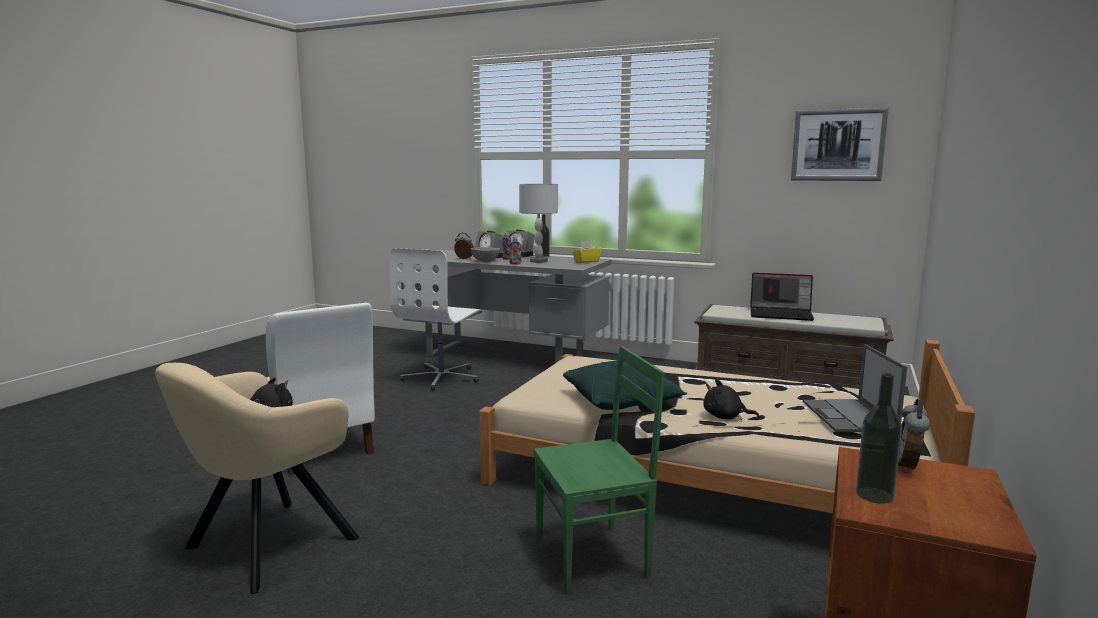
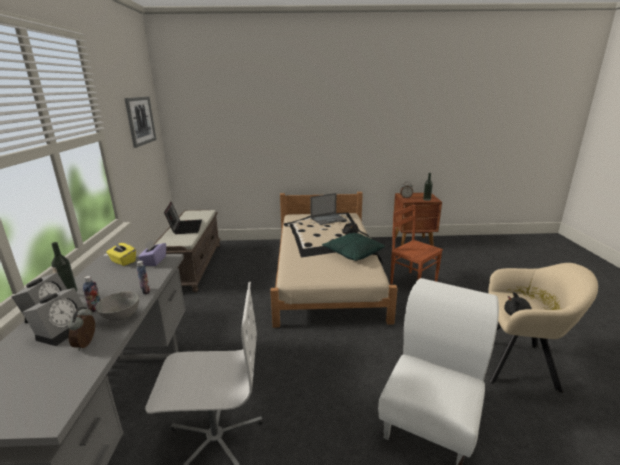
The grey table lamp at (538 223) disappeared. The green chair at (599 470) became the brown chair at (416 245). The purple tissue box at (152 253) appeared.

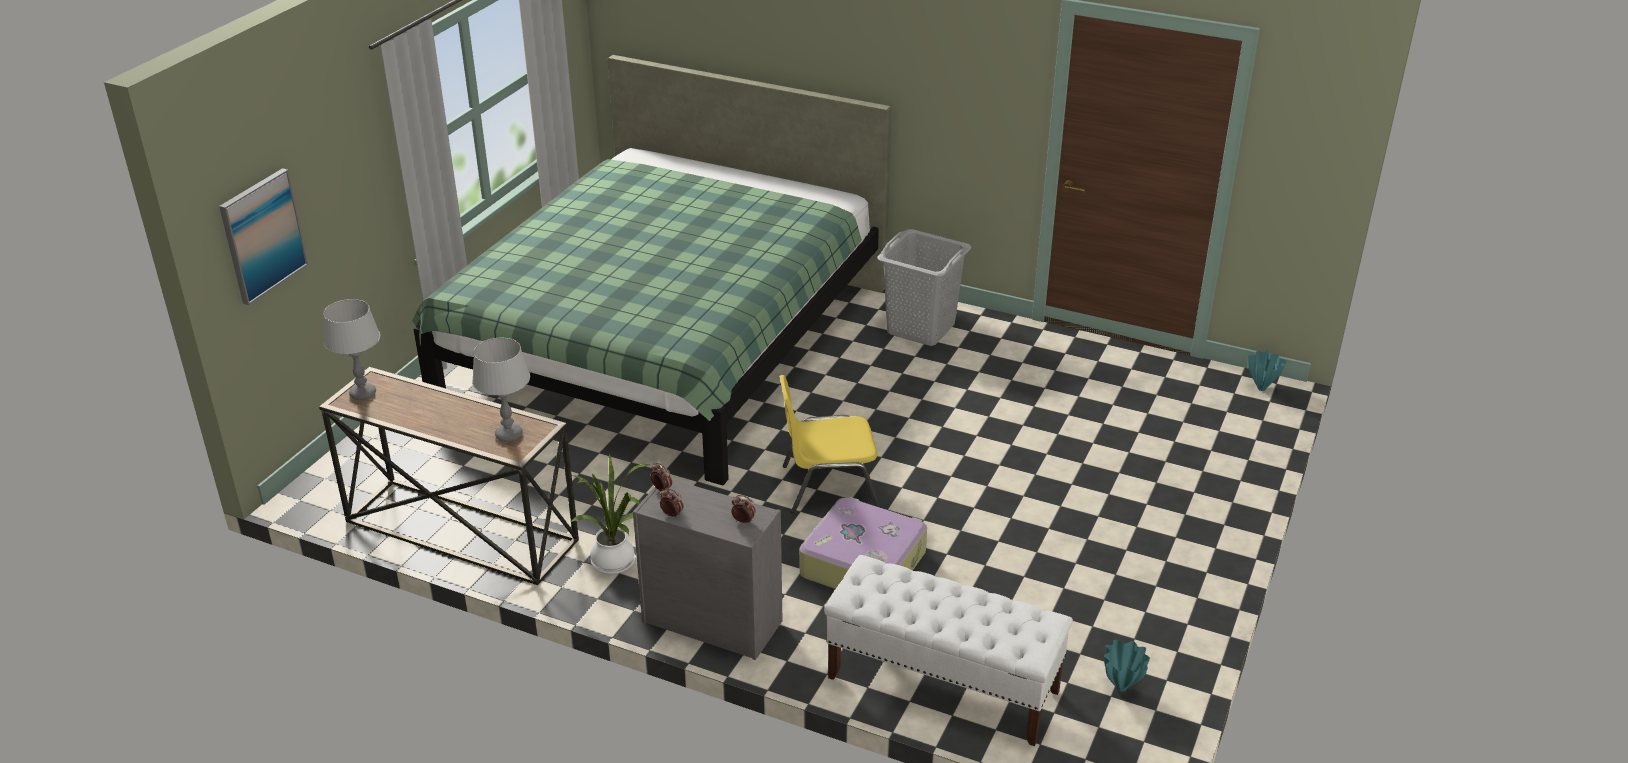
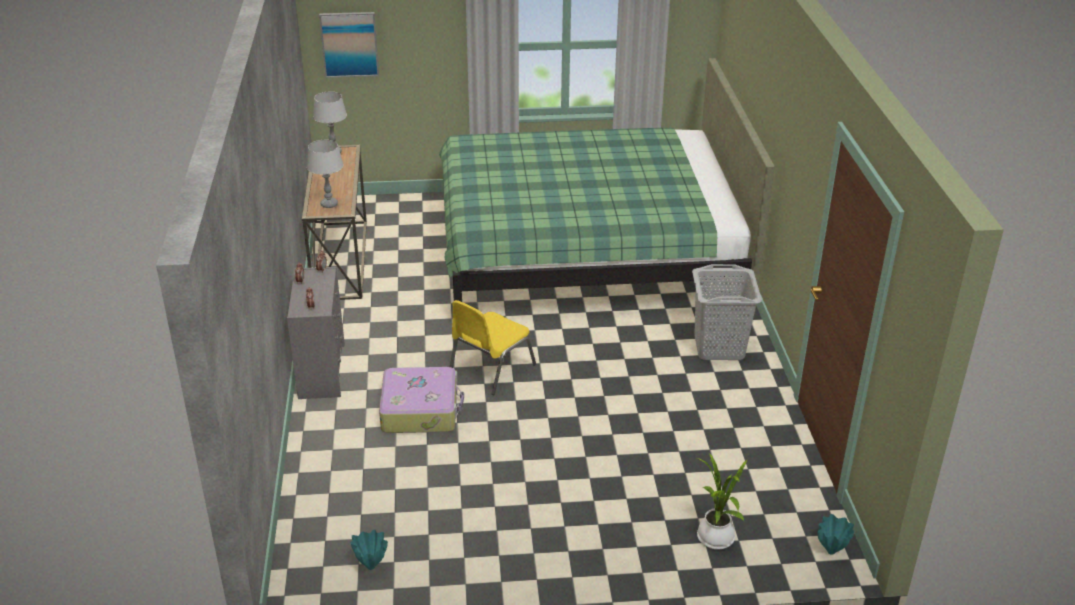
The yellow chair at (829 444) turned 105 degrees counterclockwise. The potted plant moved from (610 514) to (722 501). The white bench at (948 650) disappeared.

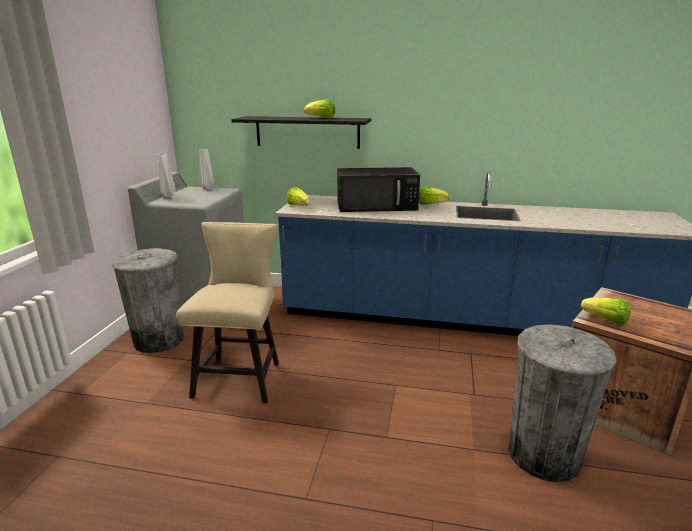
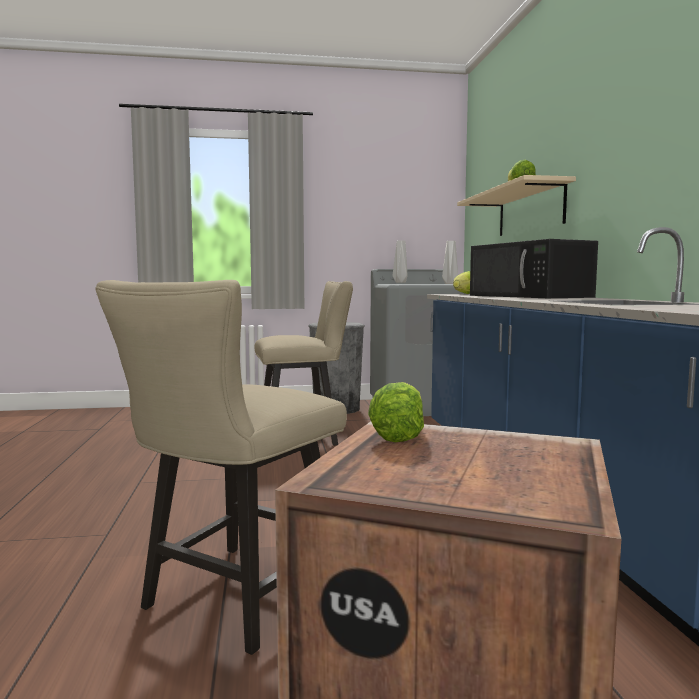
The black shelf at (301 132) became the beige shelf at (516 205). The lettuce at (434 196) disappeared. The grey trash can at (562 403) was replaced by the beige chair at (221 467).

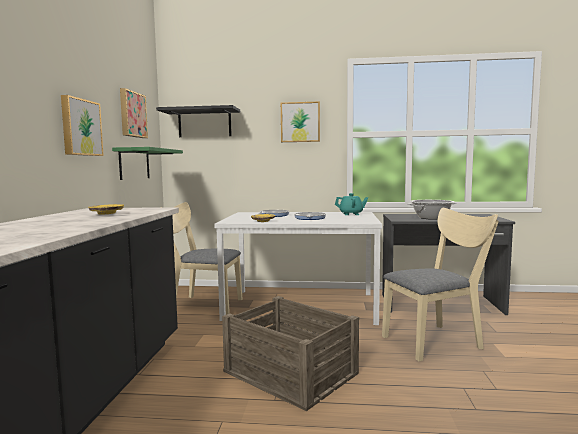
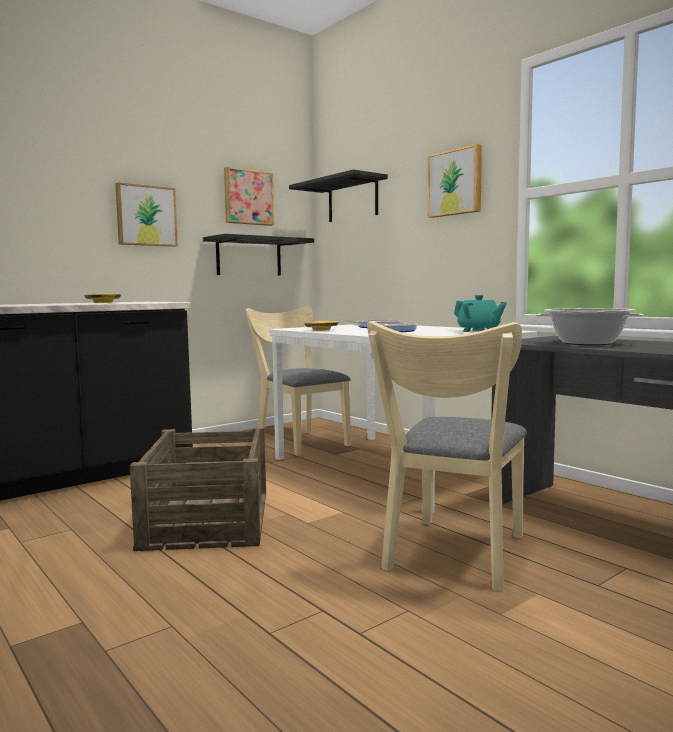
The green shelf at (147 163) became the black shelf at (258 254). The beige chair at (440 284) turned 90 degrees clockwise.

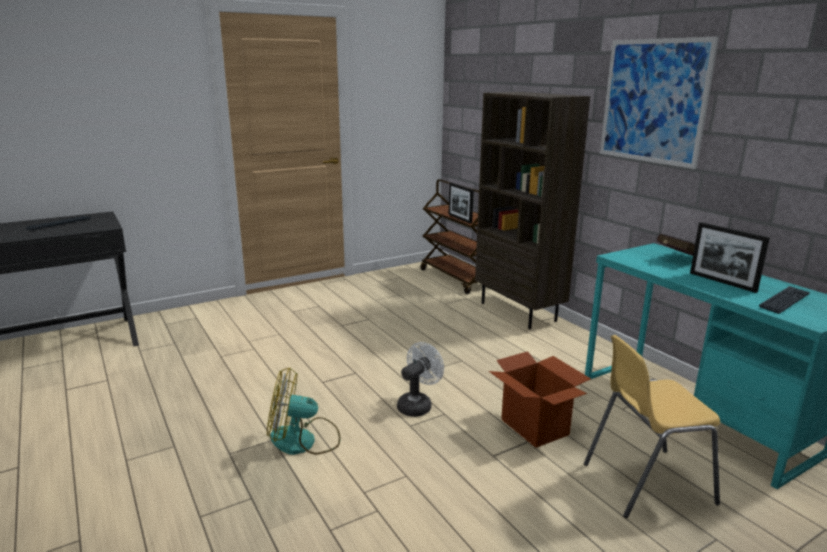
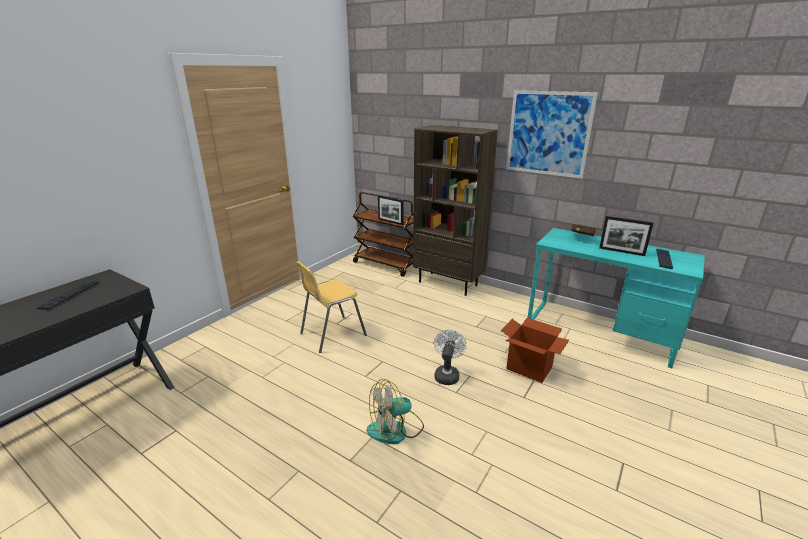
The yellow chair moved from (652 426) to (331 307).

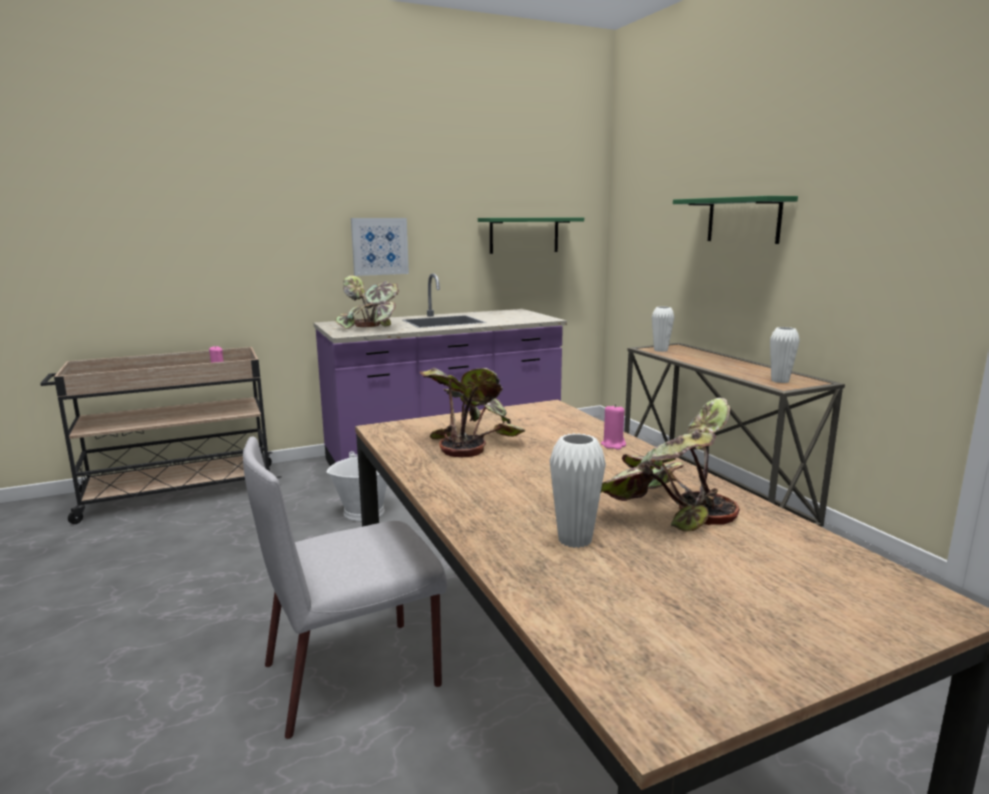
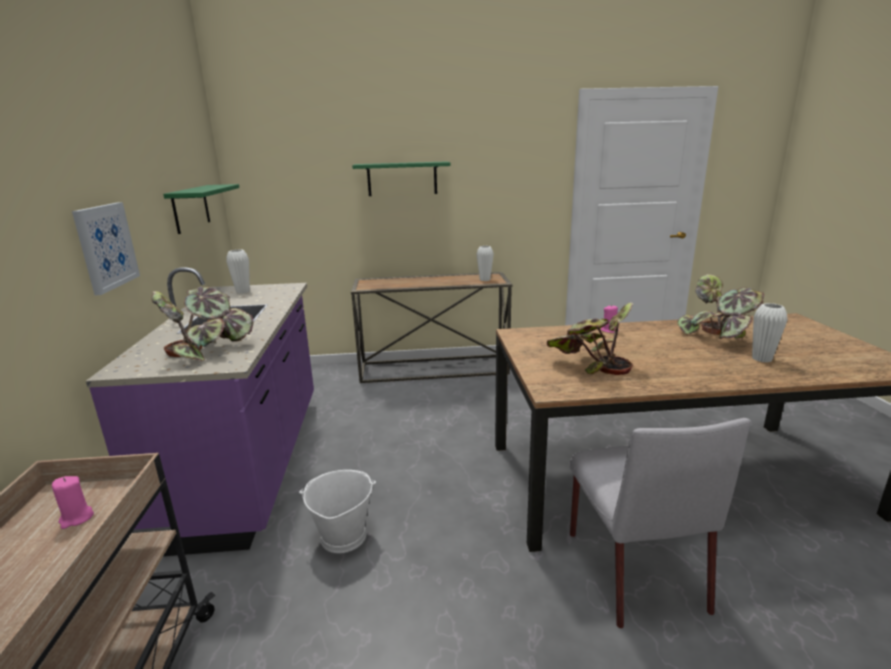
The white vase moved from (663 329) to (238 271).

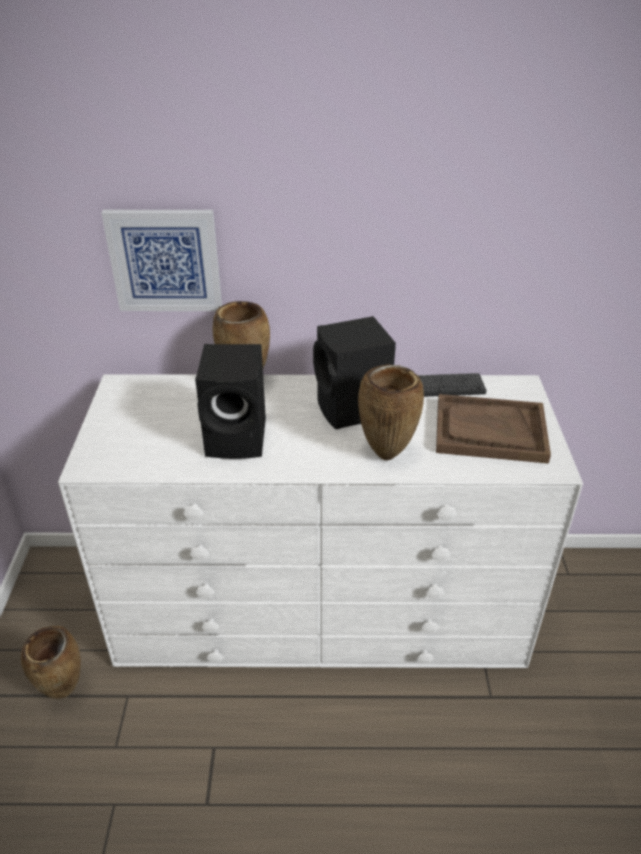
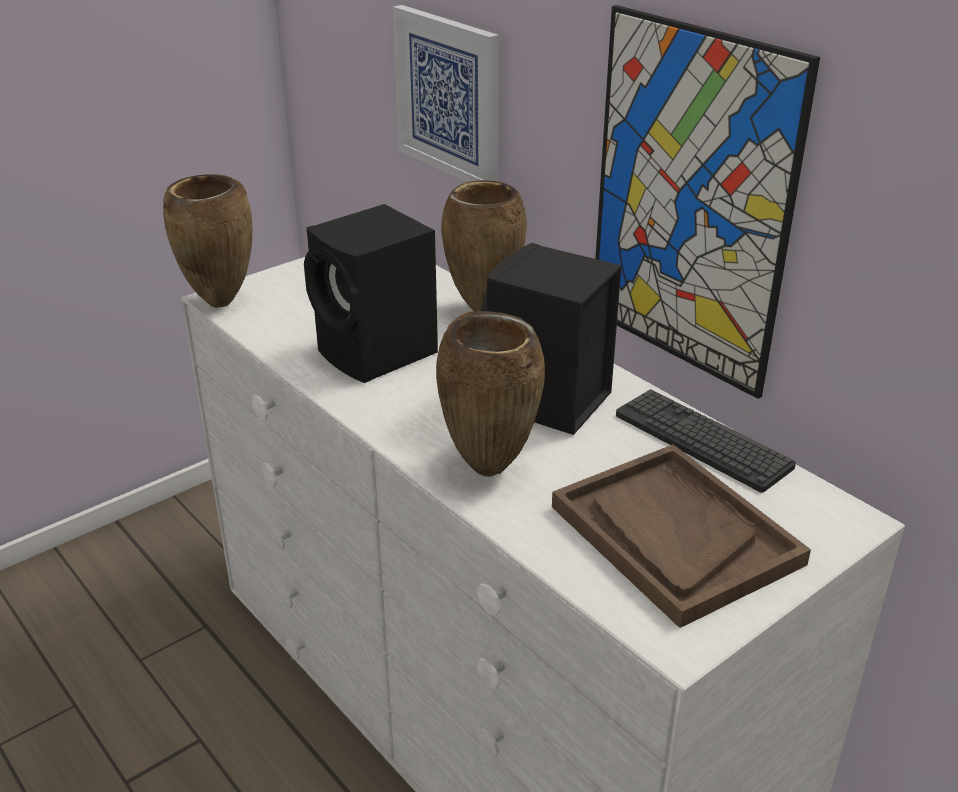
The brown vase moved from (51 662) to (207 241). The picture at (707 202) appeared.

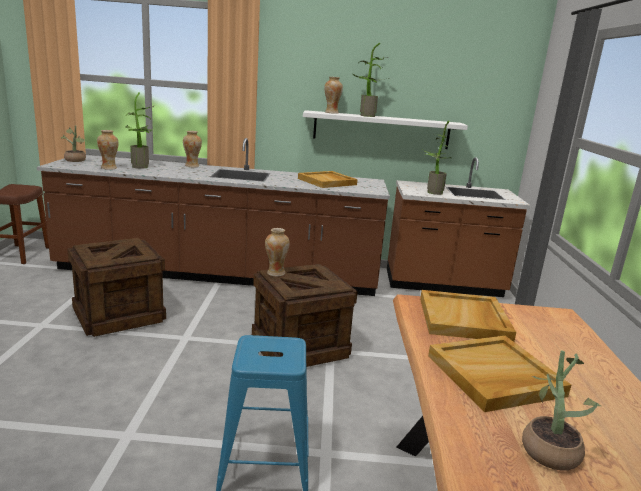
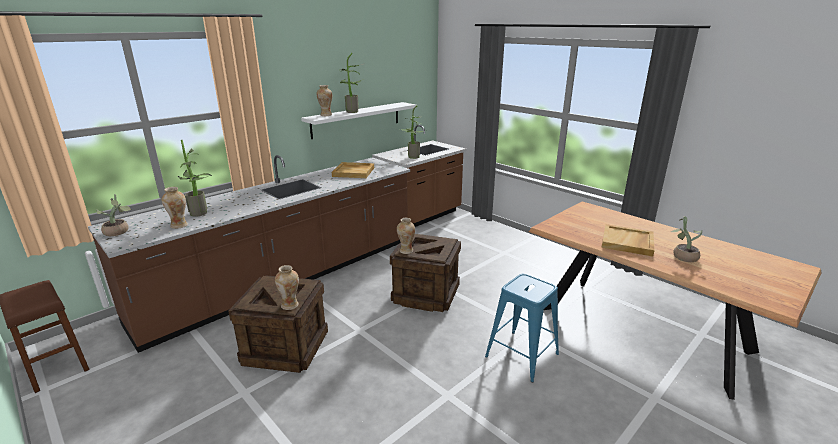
The vase moved from (192 149) to (287 287). The beige tray at (468 316) disappeared.

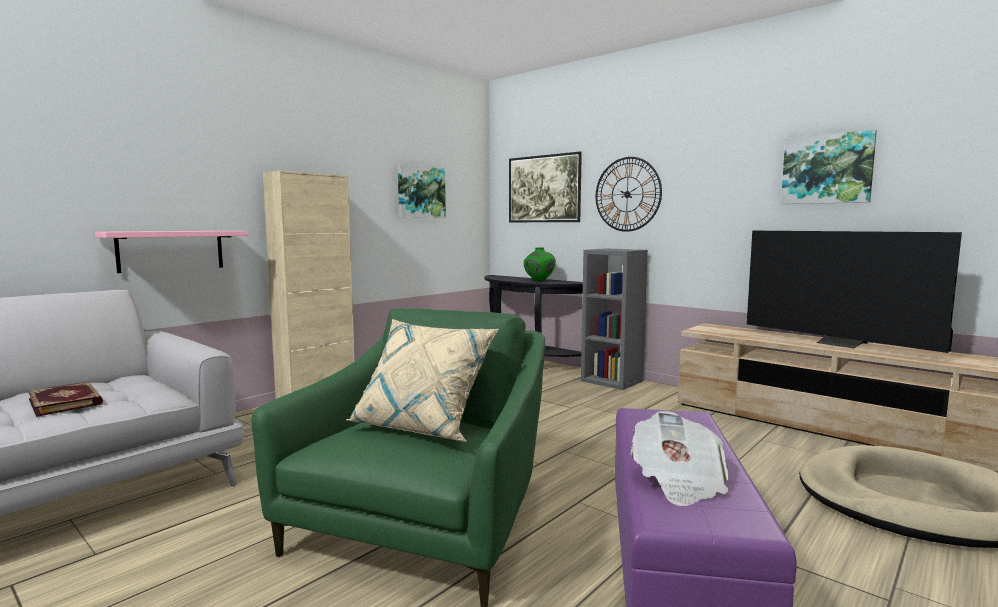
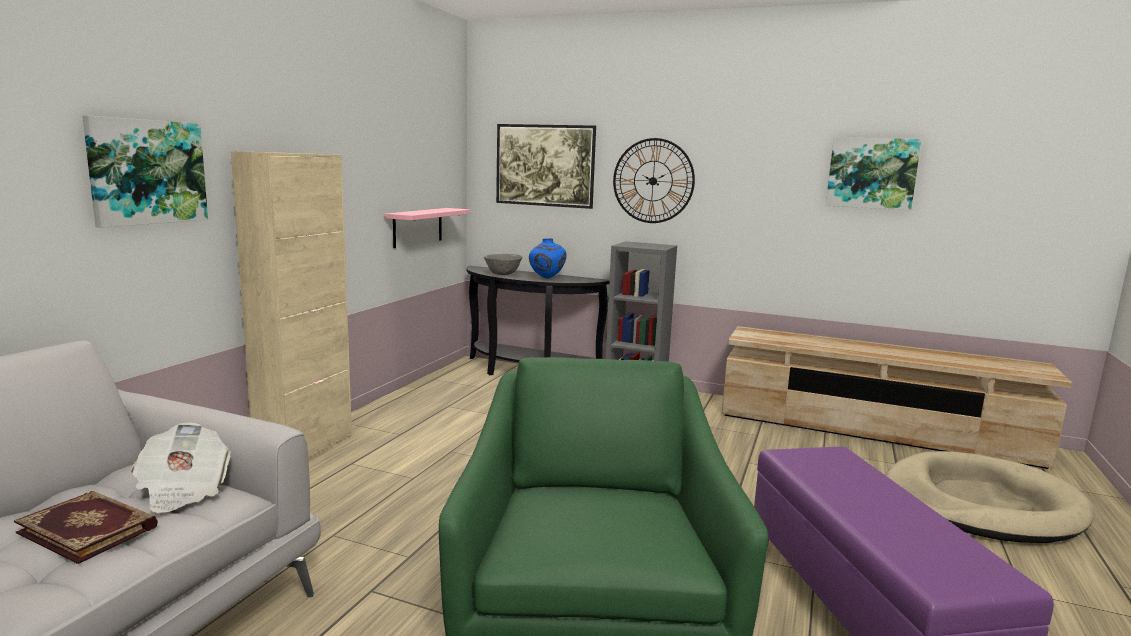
The picture moved from (422 191) to (145 171). The pink shelf moved from (171 252) to (428 228). The television at (854 292) disappeared. The green vase at (540 264) became the blue vase at (548 258). The beige pillow at (422 380) disappeared. The newspaper moved from (679 458) to (181 467). The grey bowl at (503 264) appeared.

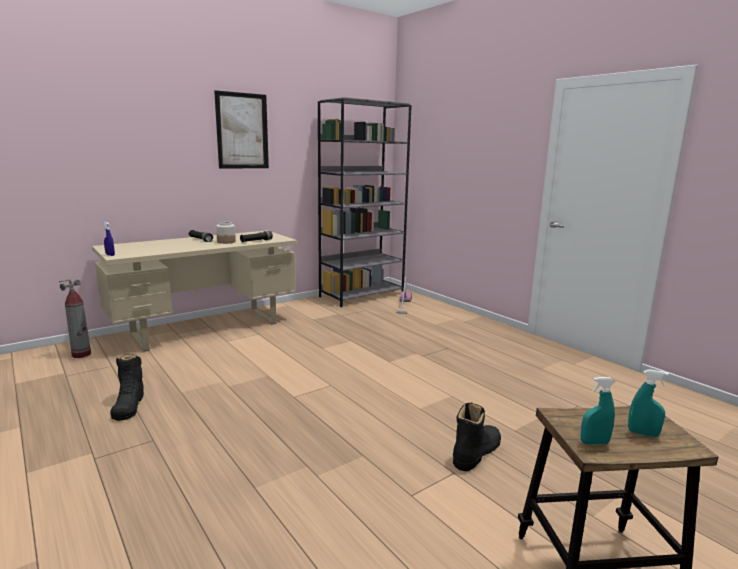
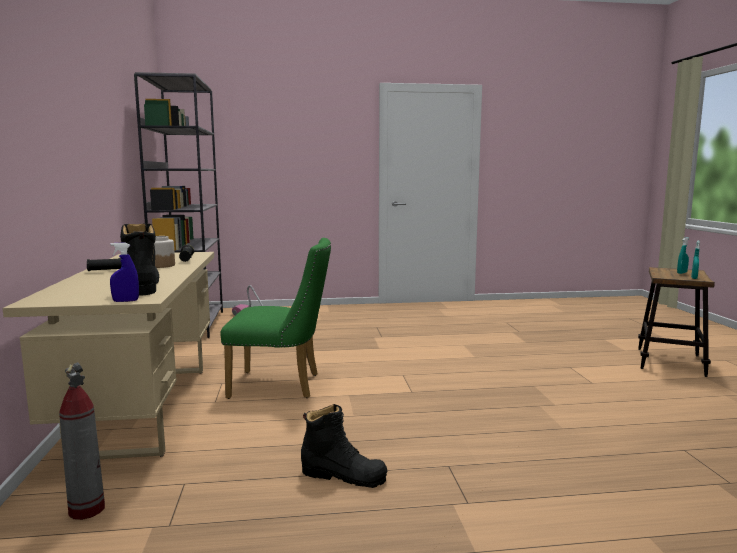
The picture at (241 129) disappeared. The black boot moved from (477 436) to (139 259). The green chair at (276 318) appeared.

